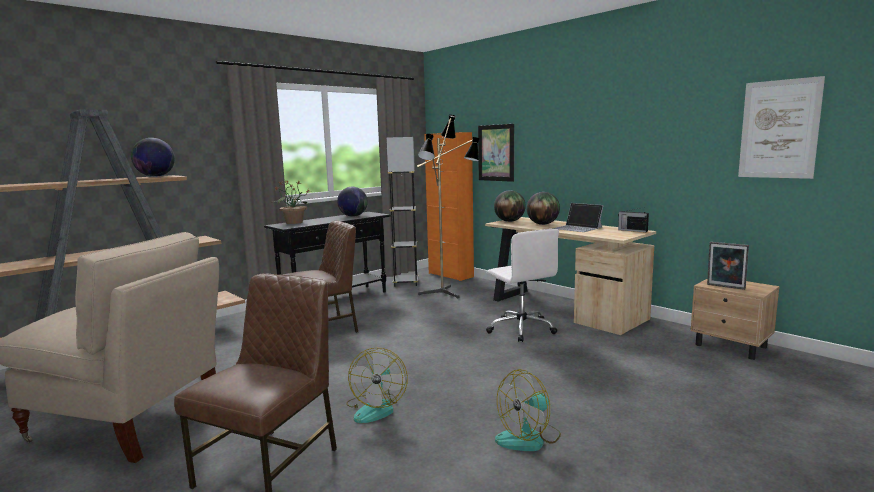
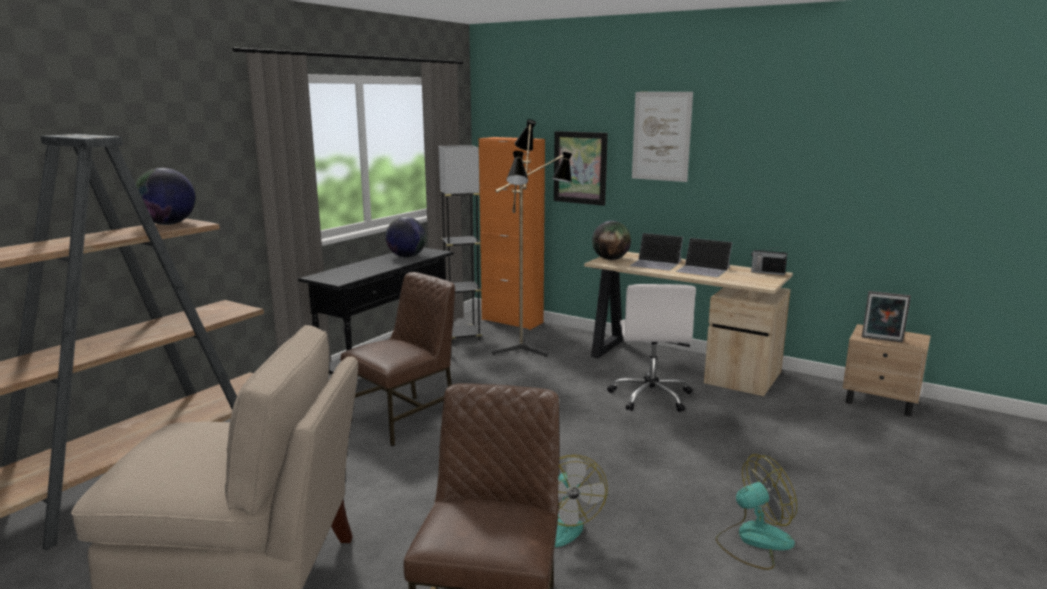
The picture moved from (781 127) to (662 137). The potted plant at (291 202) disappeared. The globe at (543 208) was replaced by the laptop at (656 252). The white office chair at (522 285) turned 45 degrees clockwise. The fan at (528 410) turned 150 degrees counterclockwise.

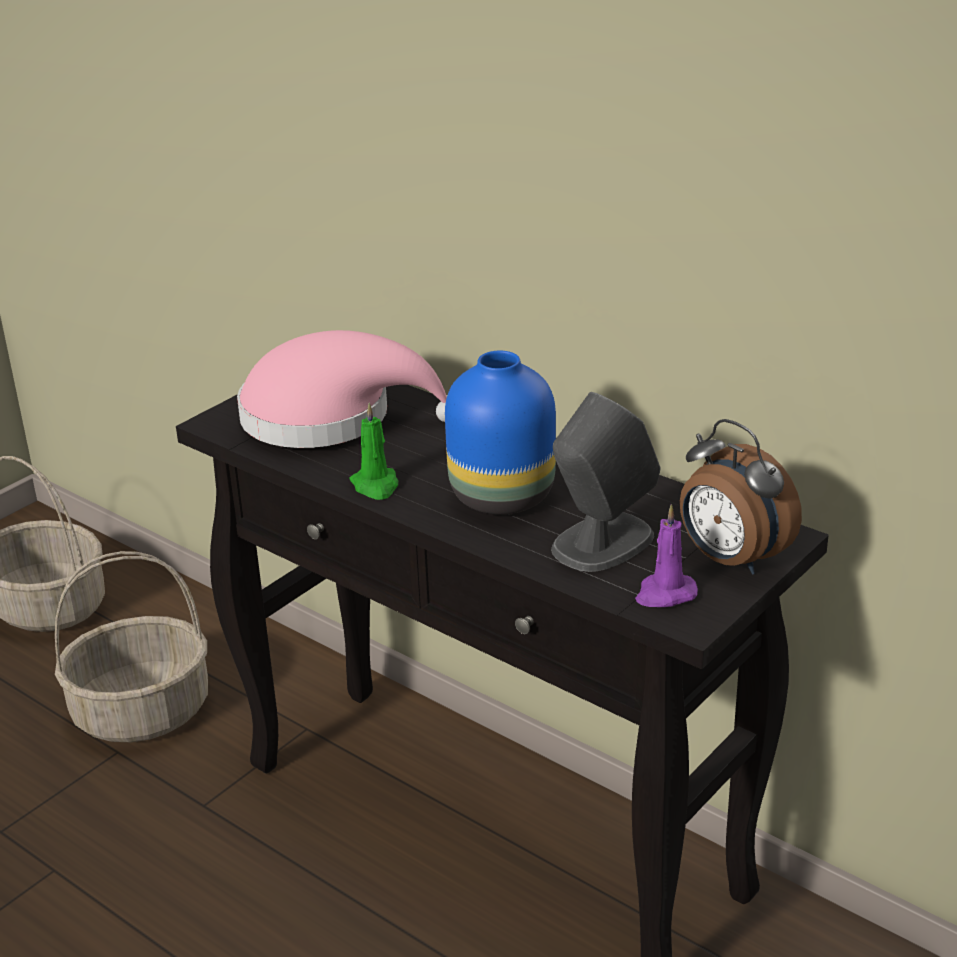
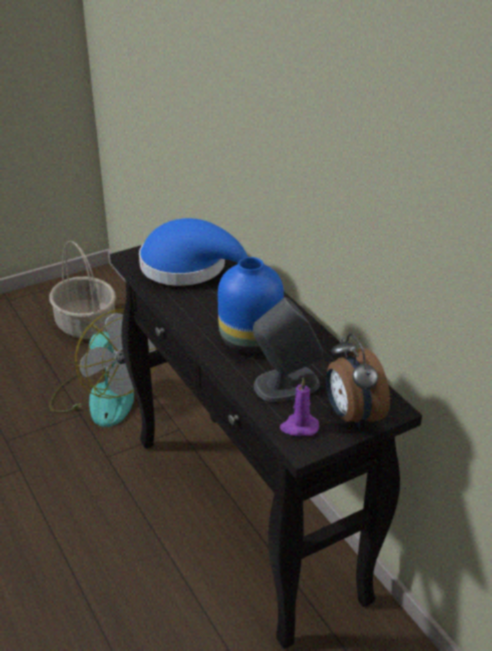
The pink hat at (342 389) became the blue hat at (193 252). The green candle at (374 451) disappeared. The basket at (131 646) was replaced by the fan at (103 368).

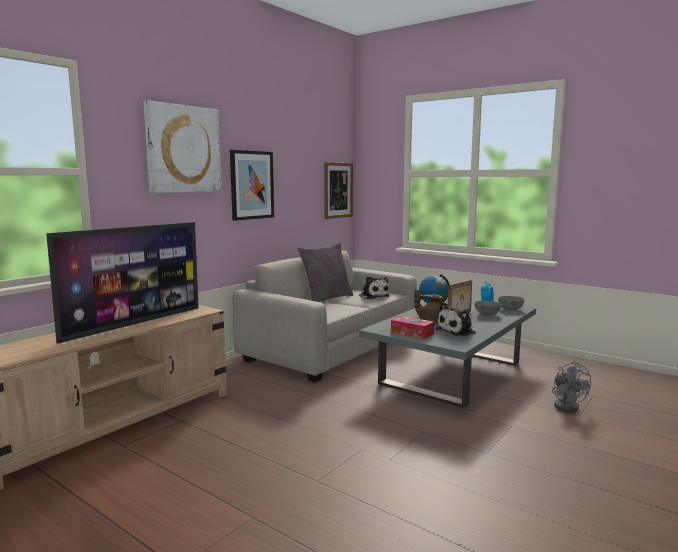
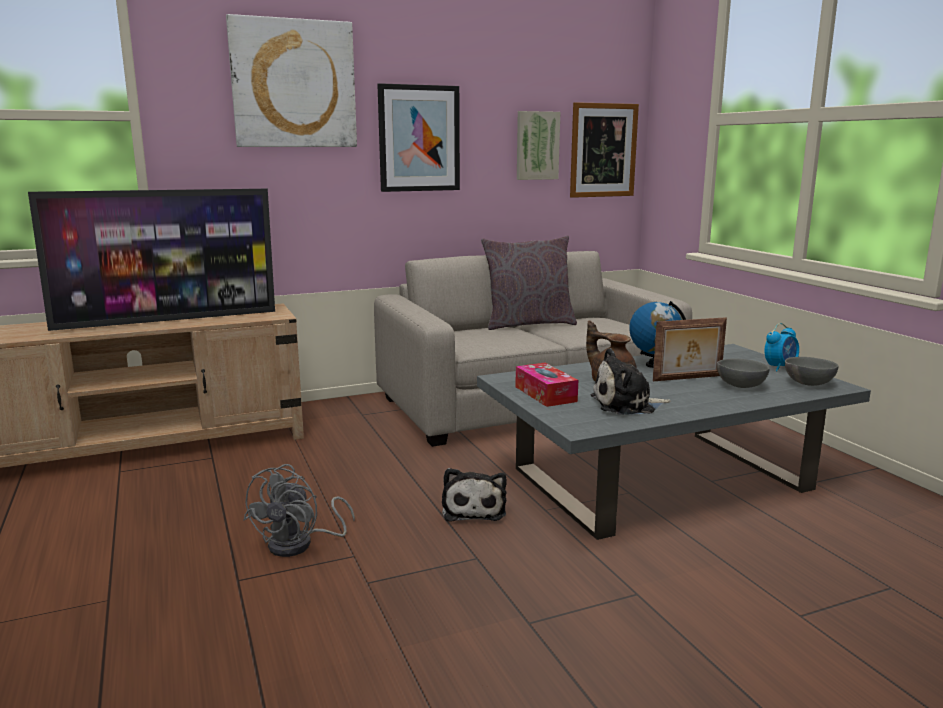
The plush toy moved from (374 288) to (474 495). The grey fan moved from (571 386) to (299 510). The picture at (538 145) appeared.

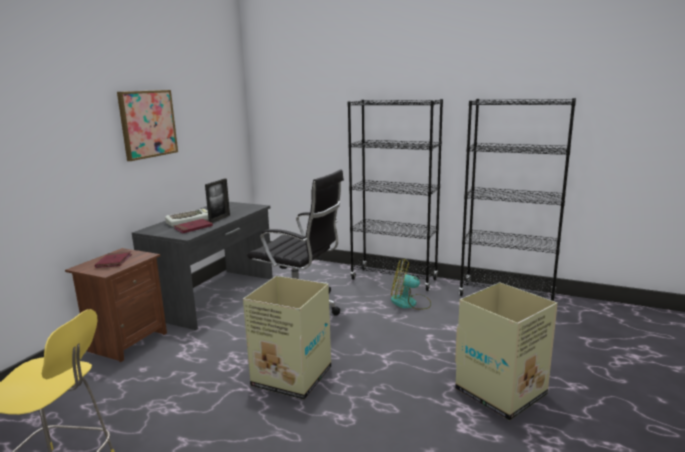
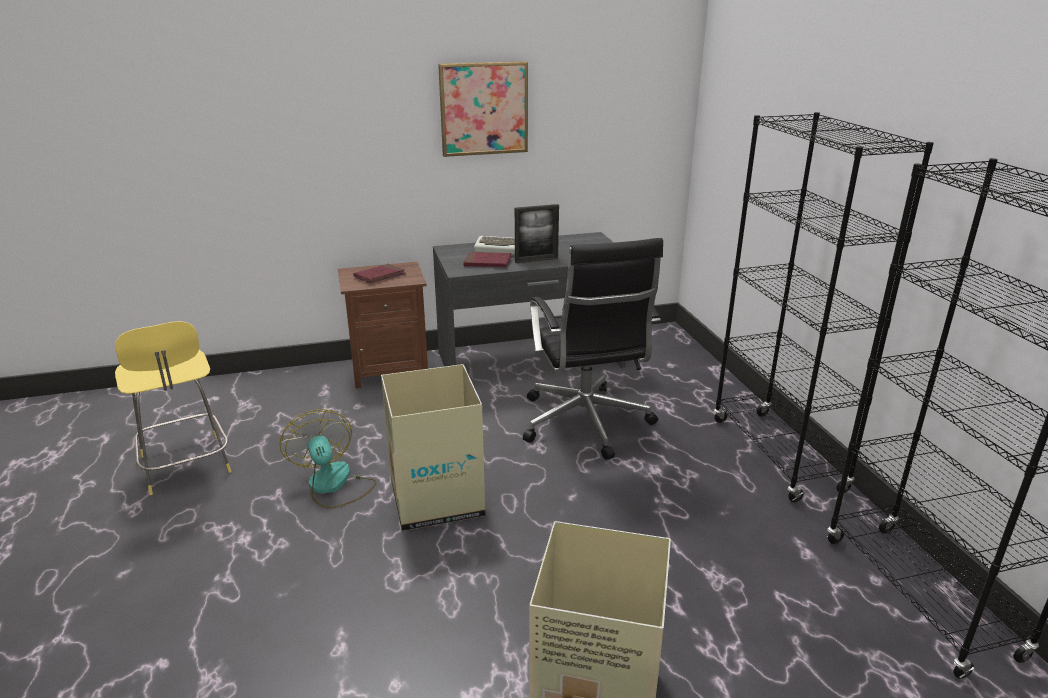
The fan moved from (411 284) to (327 459).

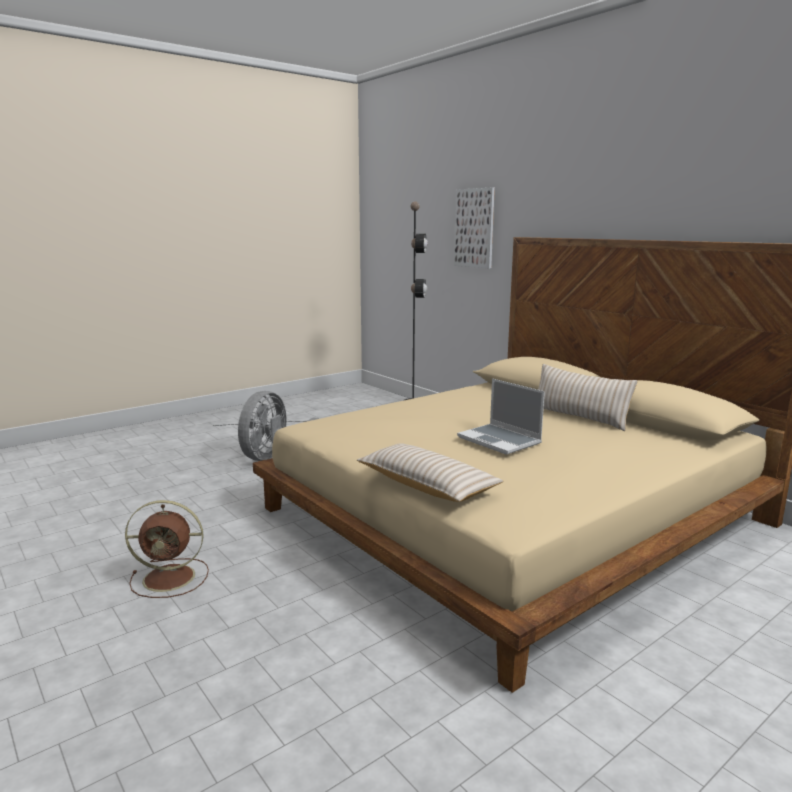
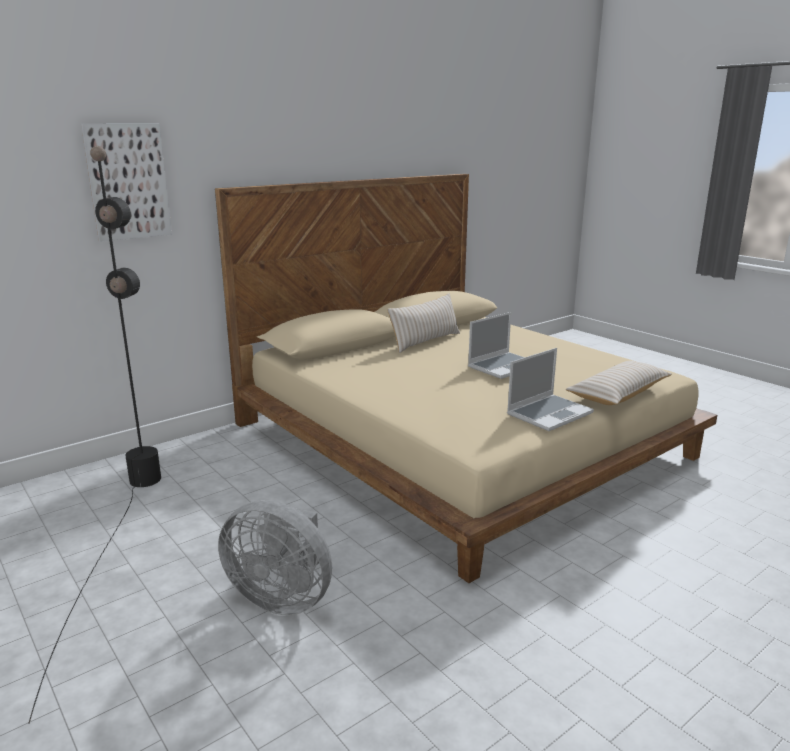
The brown fan at (167 549) disappeared. The laptop at (550 389) appeared.

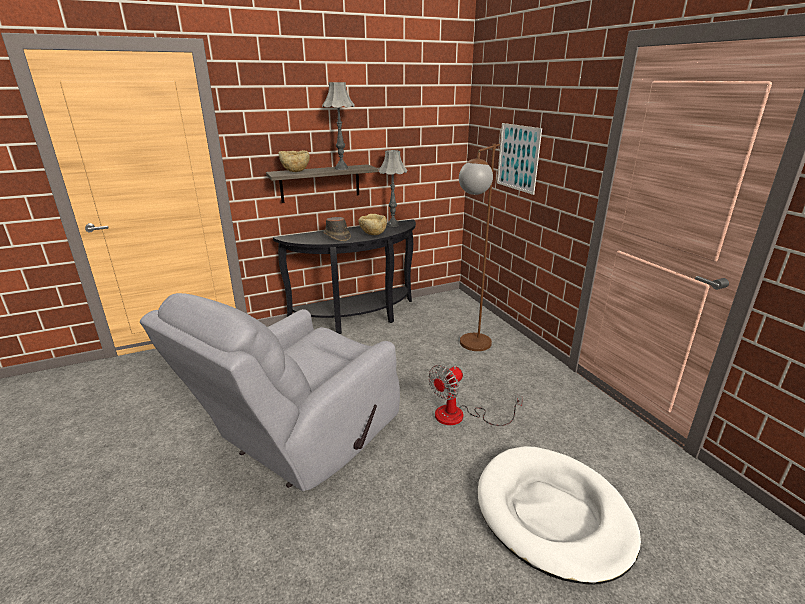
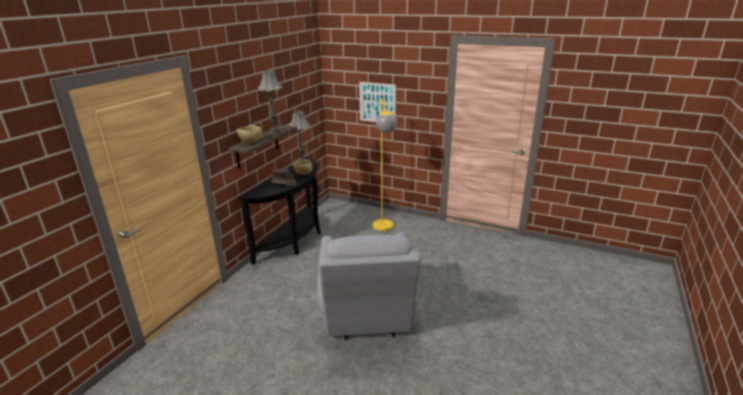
The brown floor lamp at (479 247) became the yellow floor lamp at (385 164). The fan at (475 395) disappeared. The white dog bed at (559 515) disappeared.

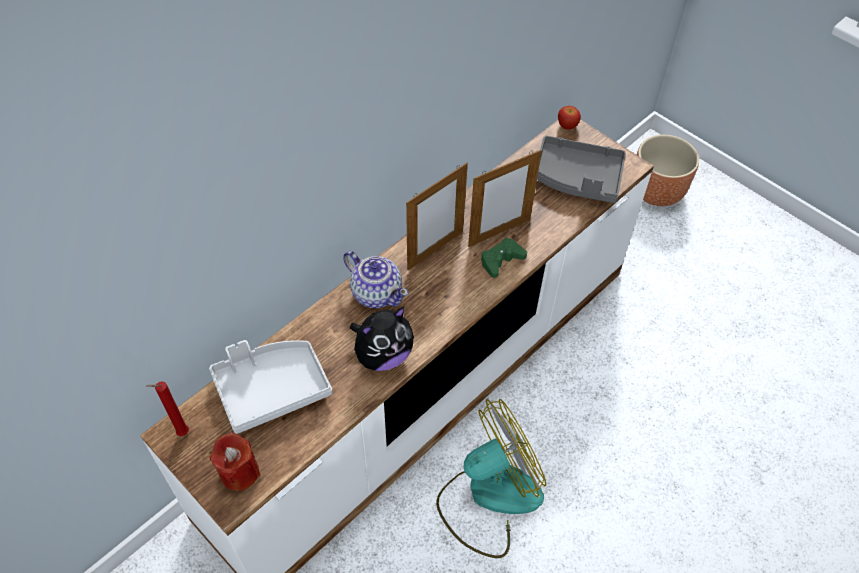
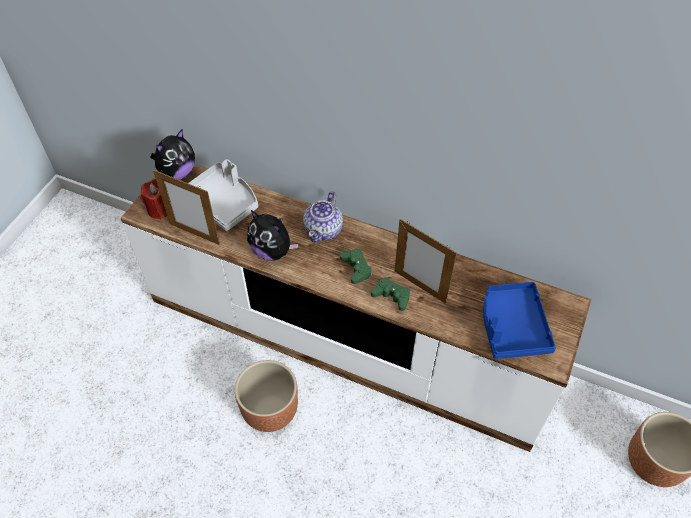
The apple at (569 118) disappeared. The grey tray at (581 169) became the blue tray at (519 320). The picture frame moved from (437 216) to (186 207). The red candle at (168 408) was replaced by the plush toy at (173 154). The fan at (491 478) was replaced by the brown planter at (266 396). The green game controller at (356 266) appeared.

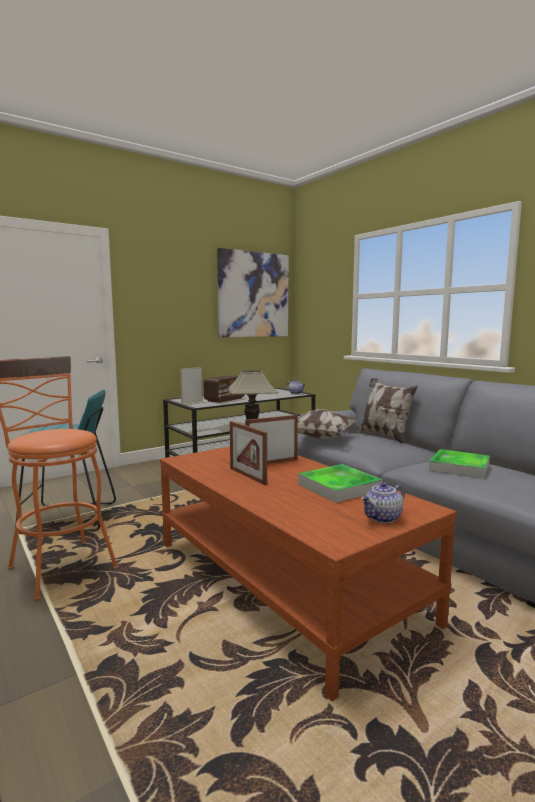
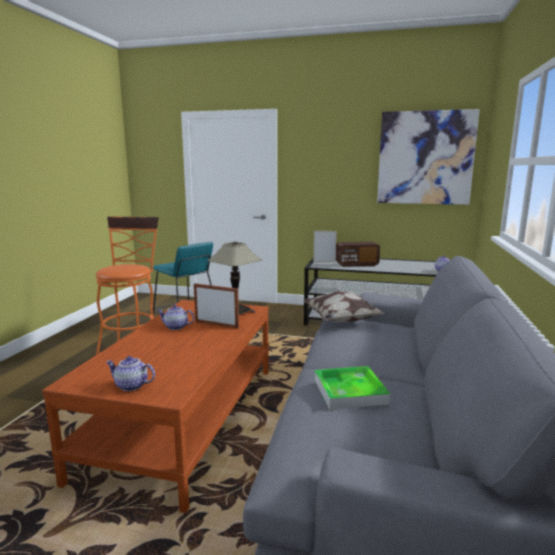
The pillow at (388 411) disappeared. The picture frame at (248 453) was replaced by the teapot at (175 317). The tray at (340 483) disappeared.

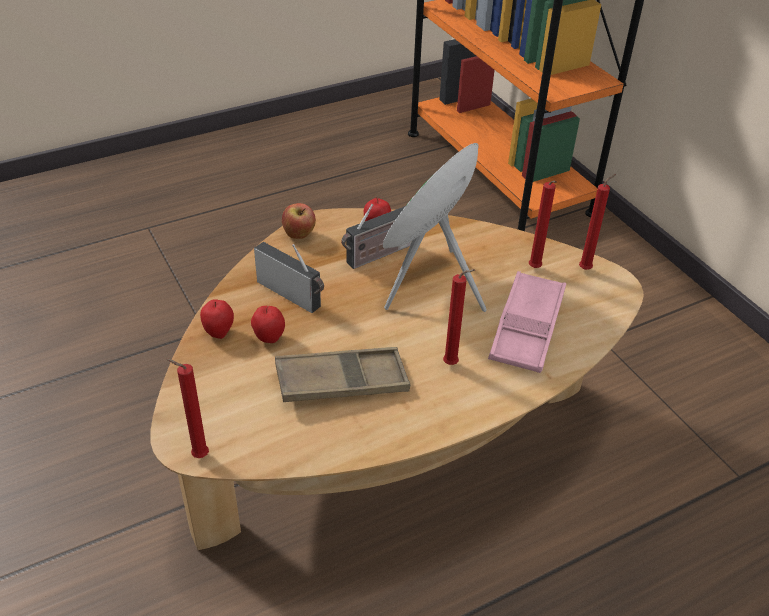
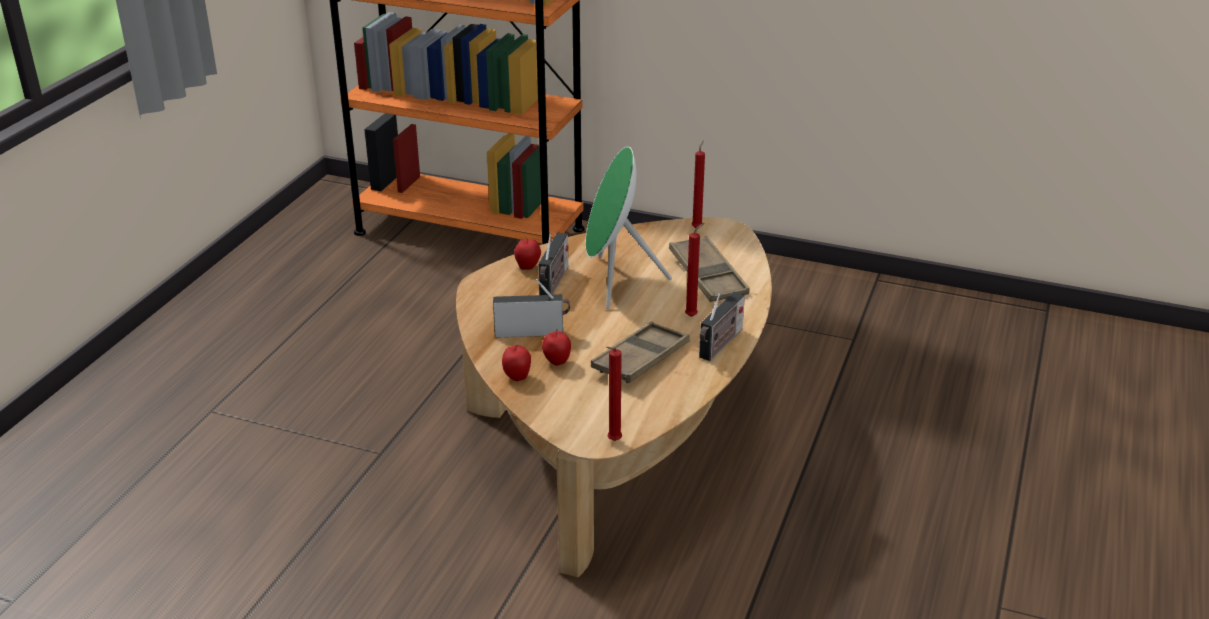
The red candle at (543 224) disappeared. The apple at (299 221) disappeared. The pink tray at (527 322) became the brown tray at (709 269). The radio at (722 326) appeared.

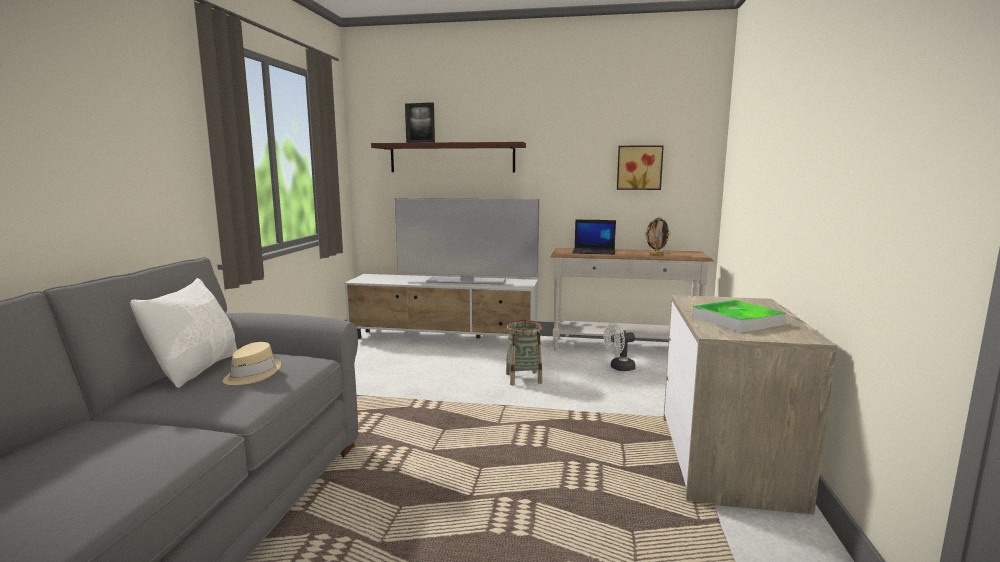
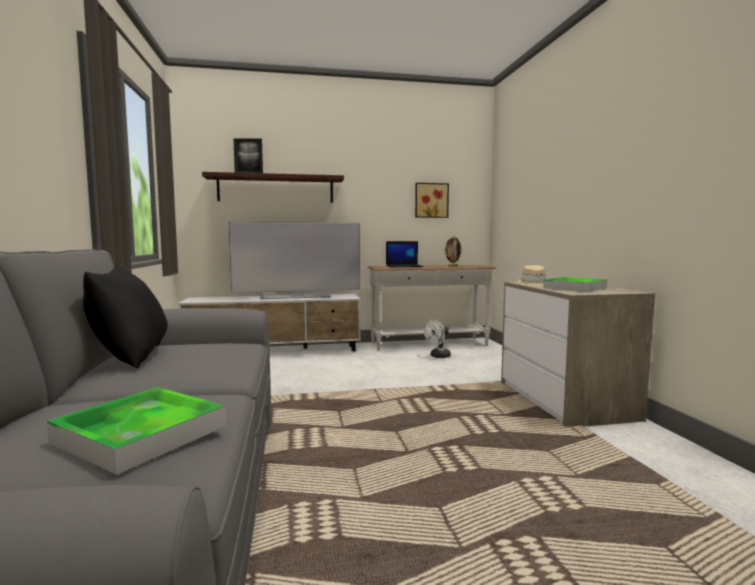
The white pillow at (183 333) became the black pillow at (125 317). The basket at (524 352) disappeared. The beige hat moved from (252 363) to (531 275). The tray at (136 431) appeared.

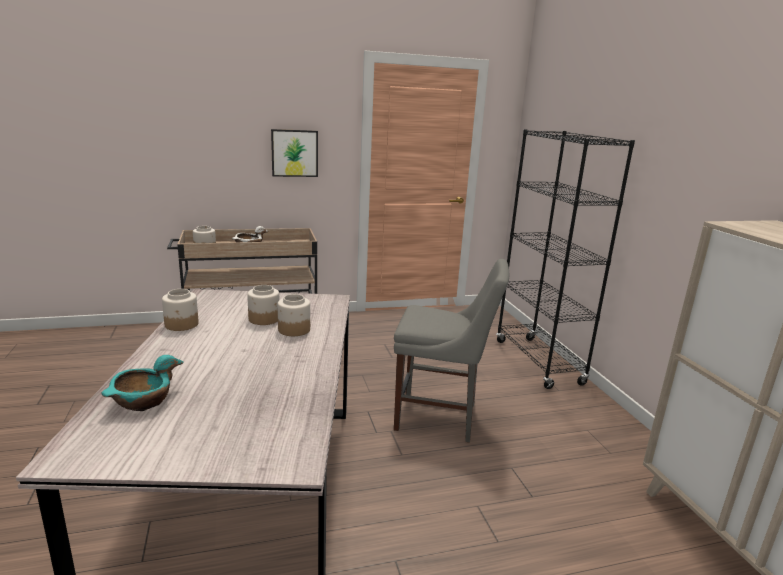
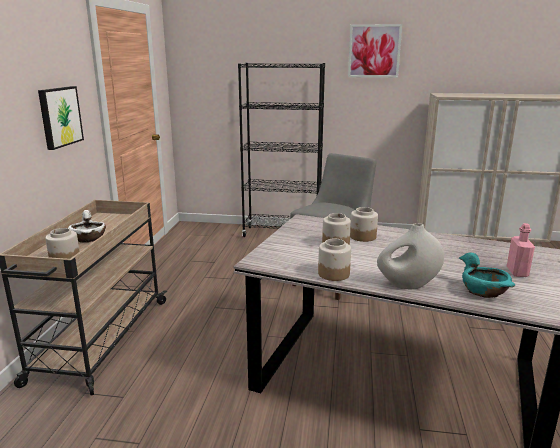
The picture at (375 51) appeared. The white vase at (410 256) appeared. The pink bottle at (521 250) appeared.

